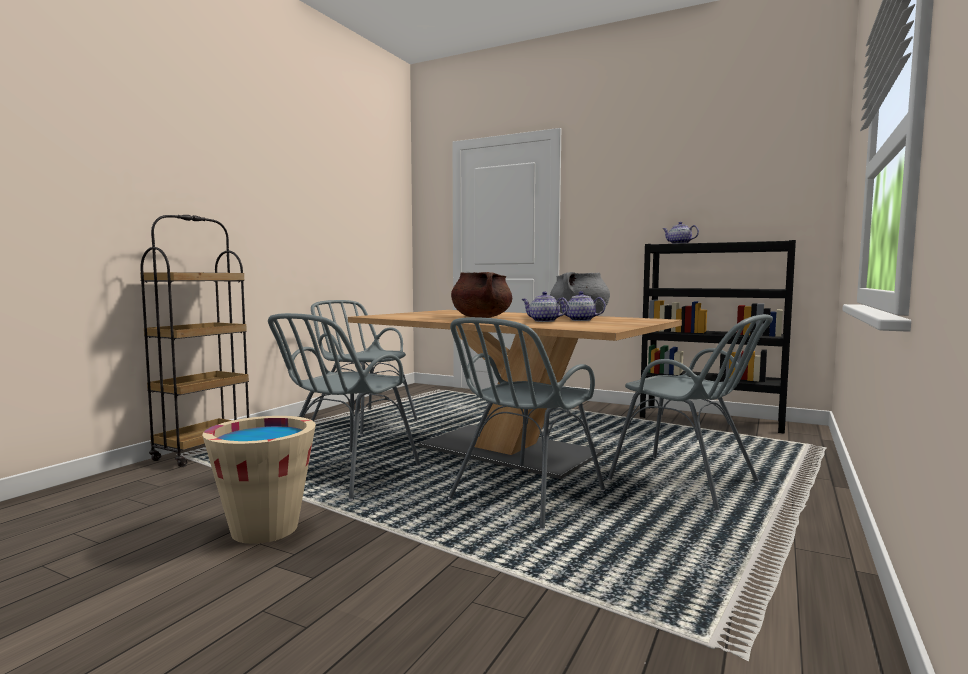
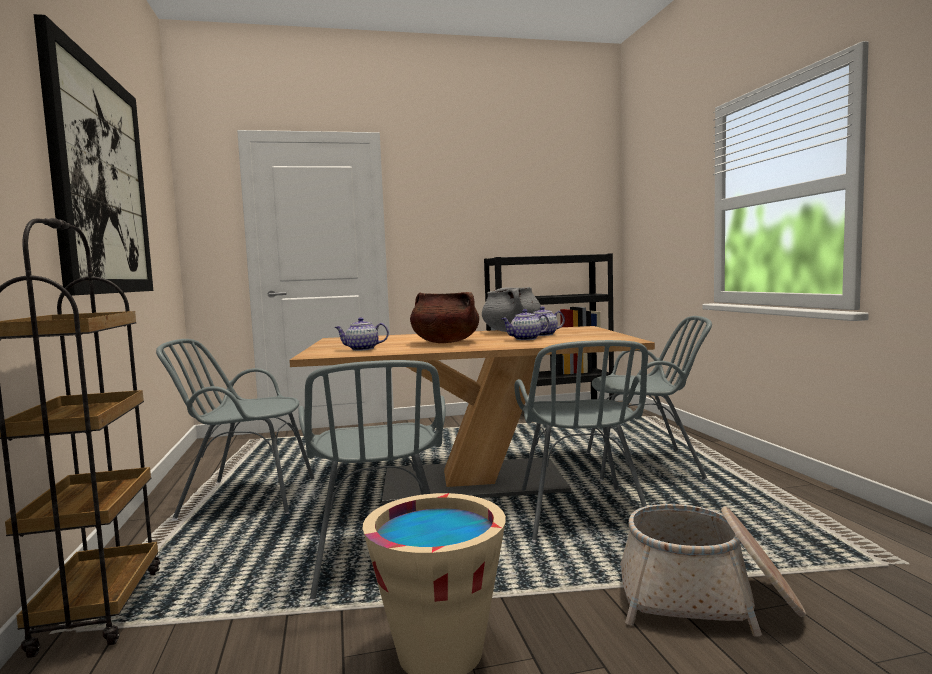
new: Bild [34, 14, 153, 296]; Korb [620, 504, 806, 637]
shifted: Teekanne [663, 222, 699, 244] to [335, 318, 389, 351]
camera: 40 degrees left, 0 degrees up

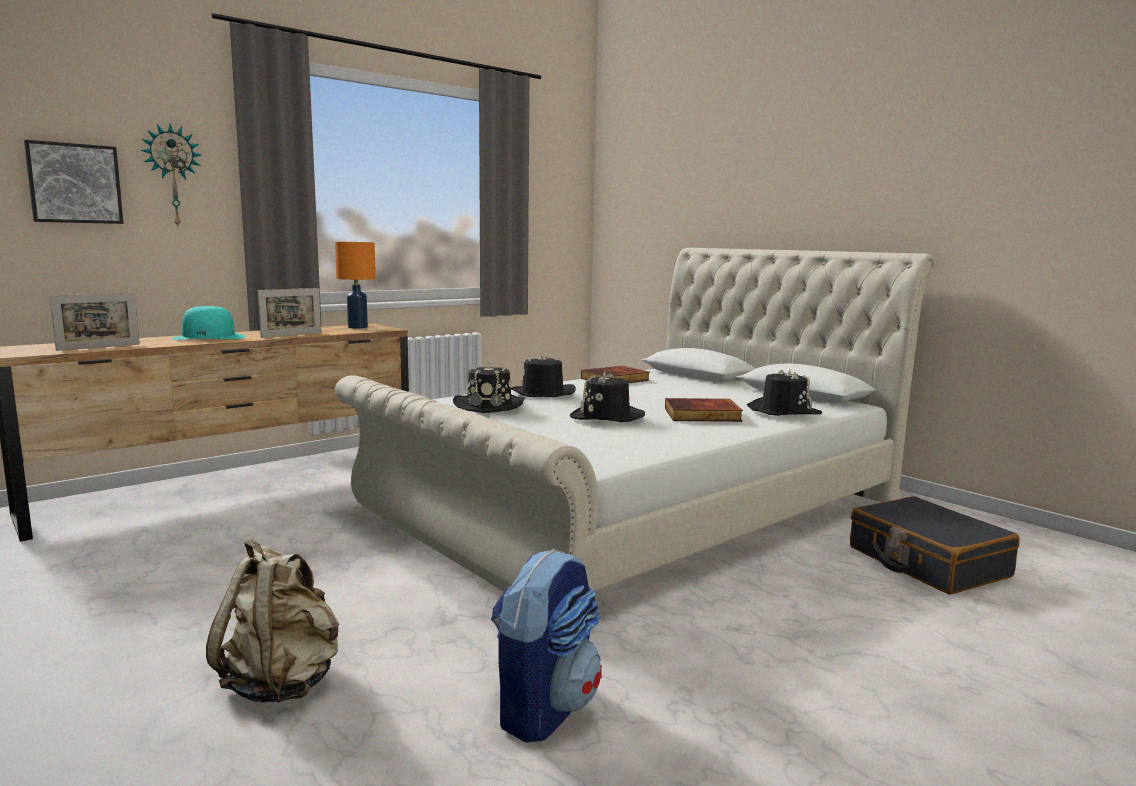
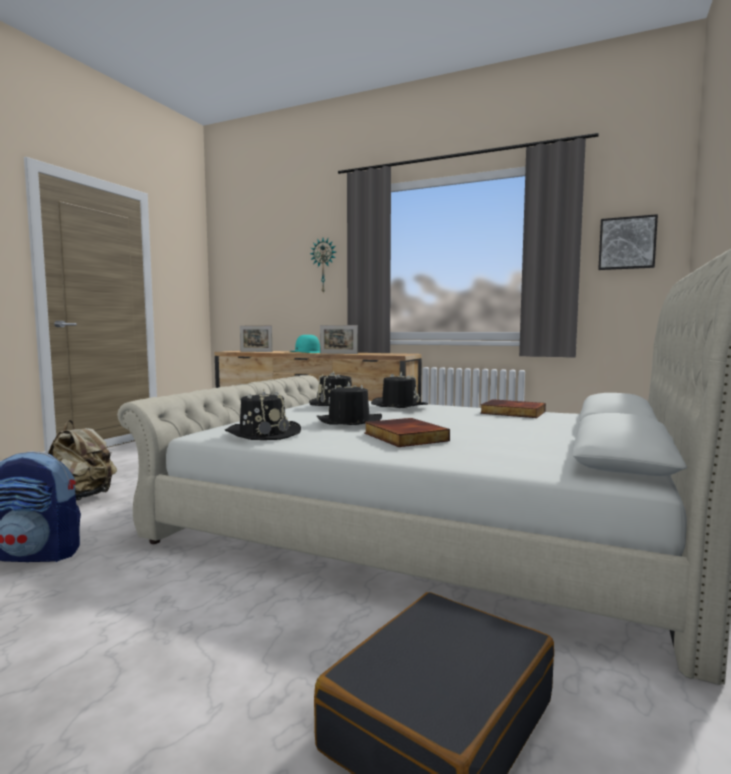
gone: Tischlampe (orange) [335, 242, 376, 329]
shifted: Bild [24, 140, 124, 224] to [598, 214, 658, 270]; Hut (schwarz) [747, 369, 822, 416] to [225, 389, 301, 440]
camera: 65 degrees right, 5 degrees down

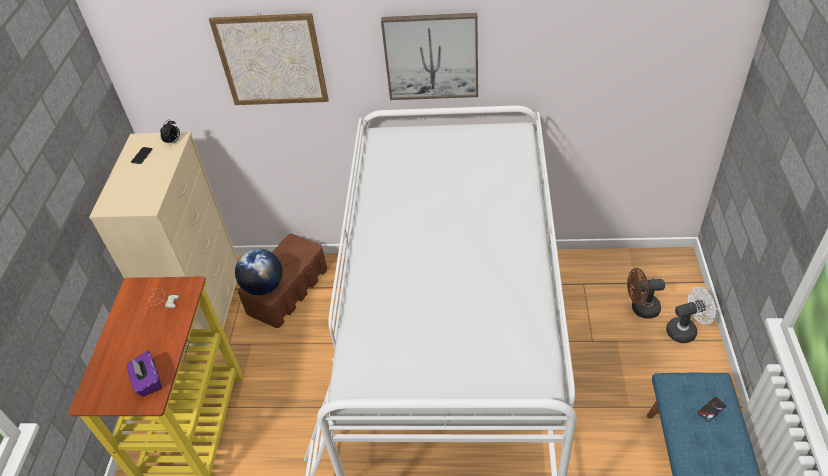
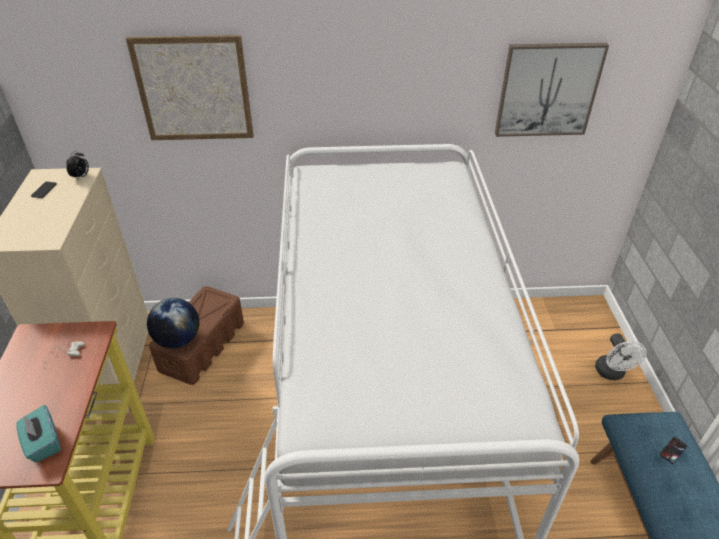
gone: Ventilator (braun) [627, 268, 665, 319]
shifted: Bild [381, 13, 478, 100] to [495, 43, 609, 137]
repainted: Taschentuchbox (lila) [127, 351, 162, 397] to Taschentuchbox (türkis) [17, 405, 61, 462]
rotated: Ventilator (weiß) [666, 287, 716, 343] = [595, 333, 647, 380] 105 degrees clockwise
camera: 10 degrees left, 5 degrees down

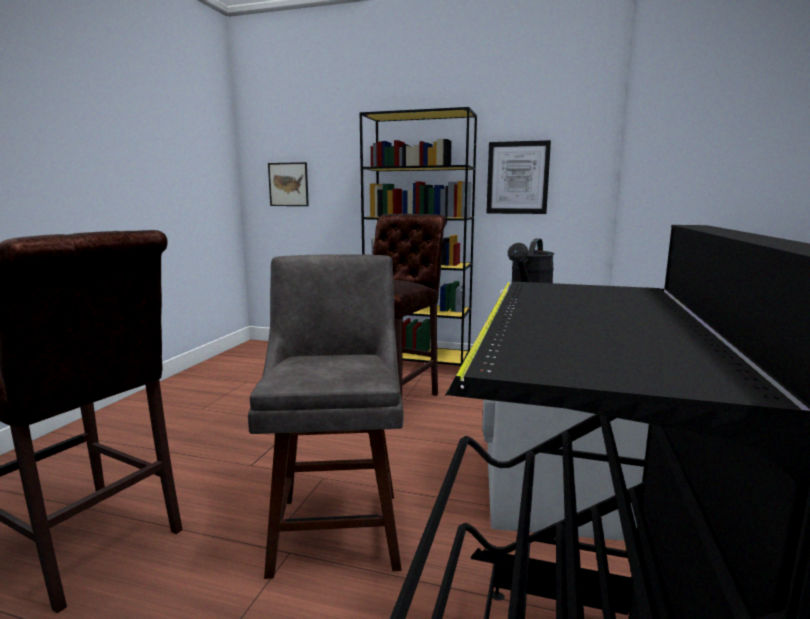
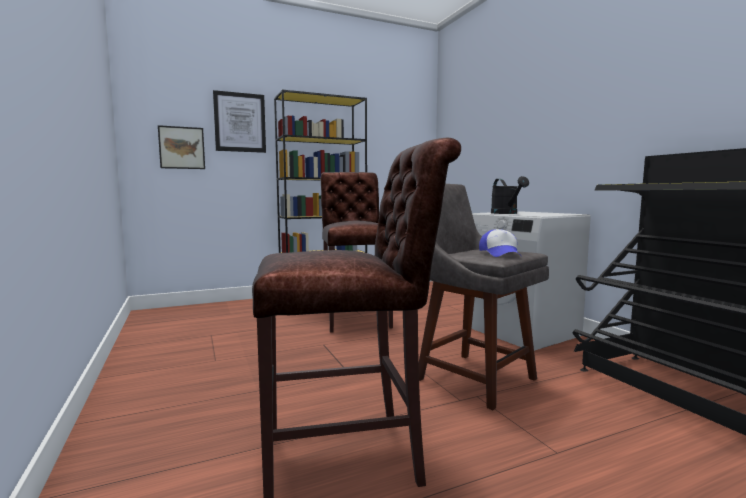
new: Kappe [479, 229, 521, 257]
shifted: Bild [486, 140, 551, 214] to [213, 90, 266, 153]
camera: 40 degrees left, 5 degrees down

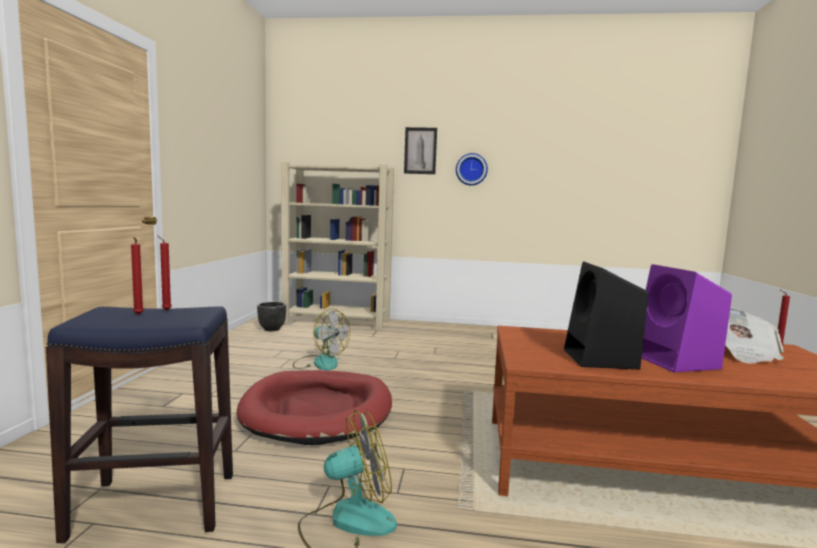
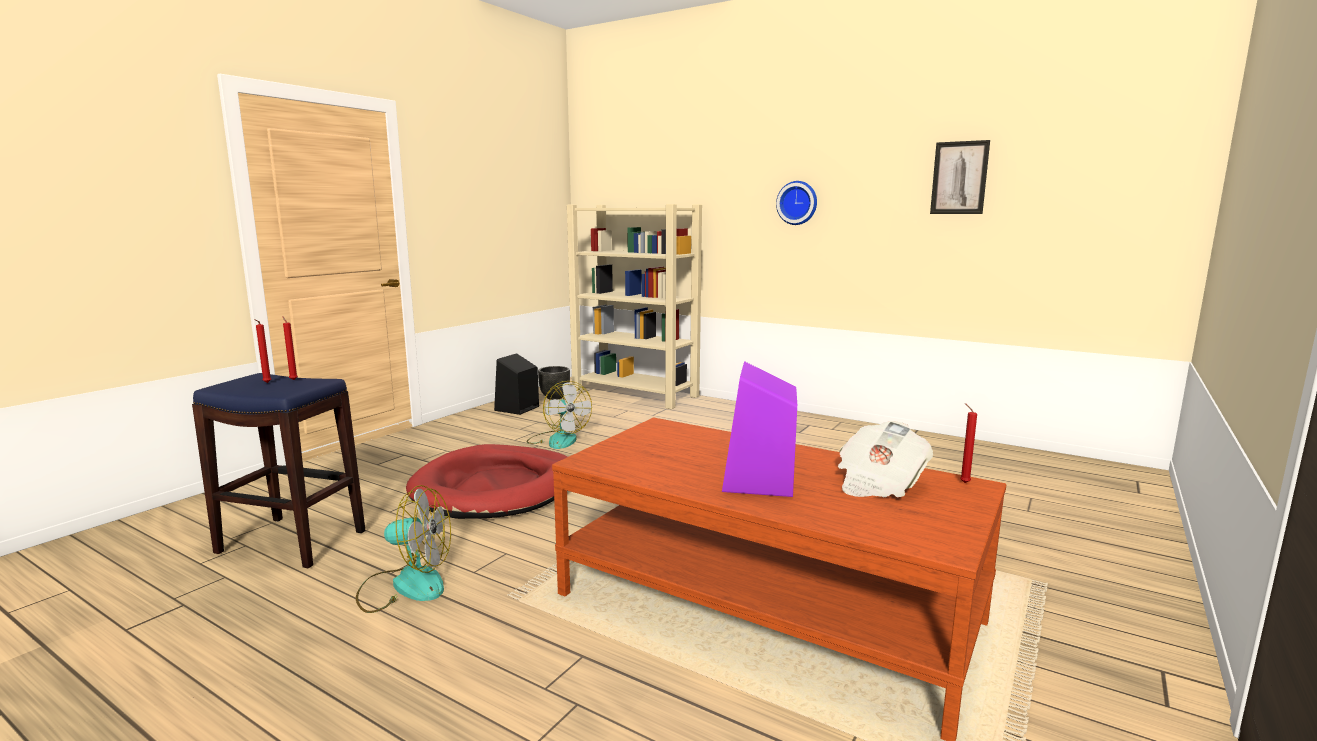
shifted: Bild [404, 127, 437, 174] to [930, 140, 990, 214]; Lautsprecher (schwarz) [564, 261, 649, 369] to [494, 353, 539, 415]
camera: 25 degrees right, 5 degrees up

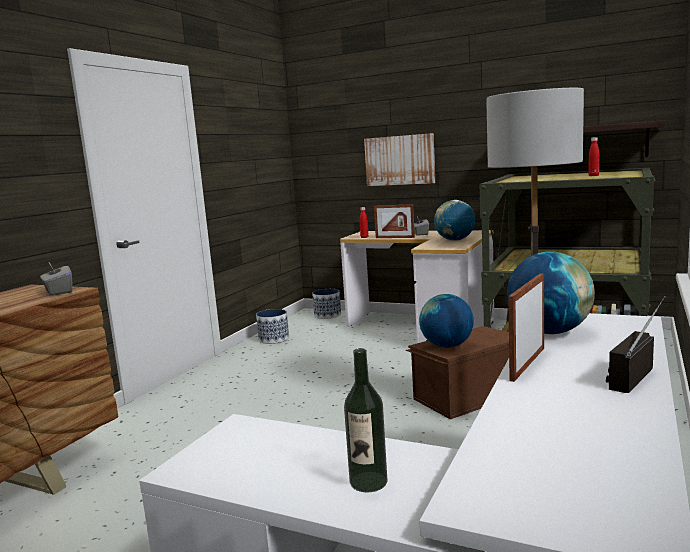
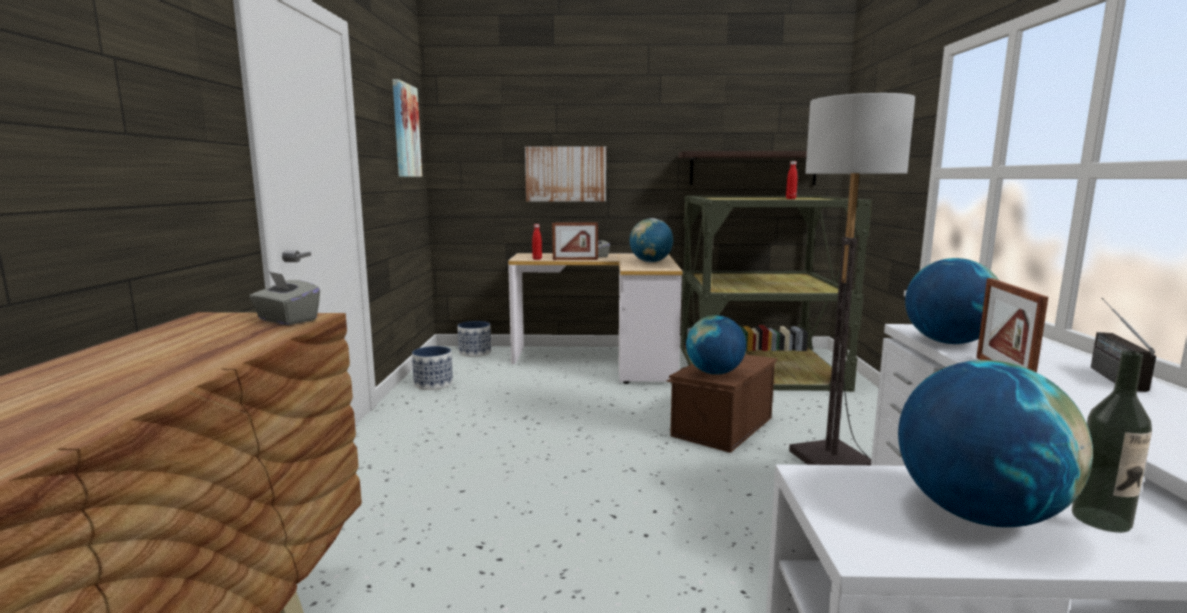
new: Bild [393, 79, 422, 177]; Globus [898, 360, 1093, 527]
camera: 25 degrees left, 0 degrees up

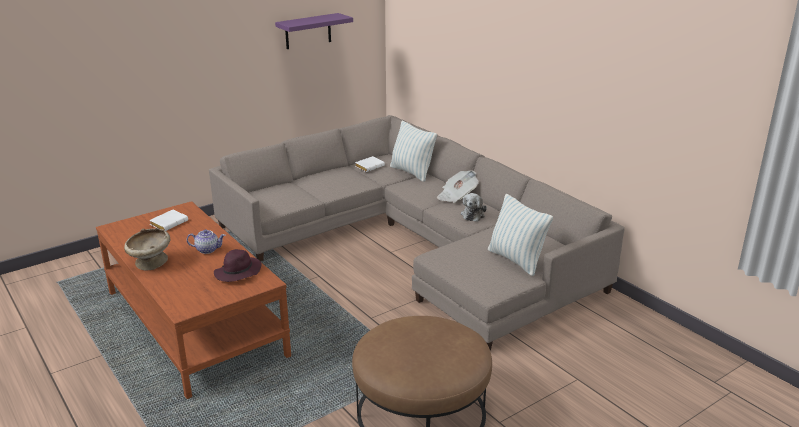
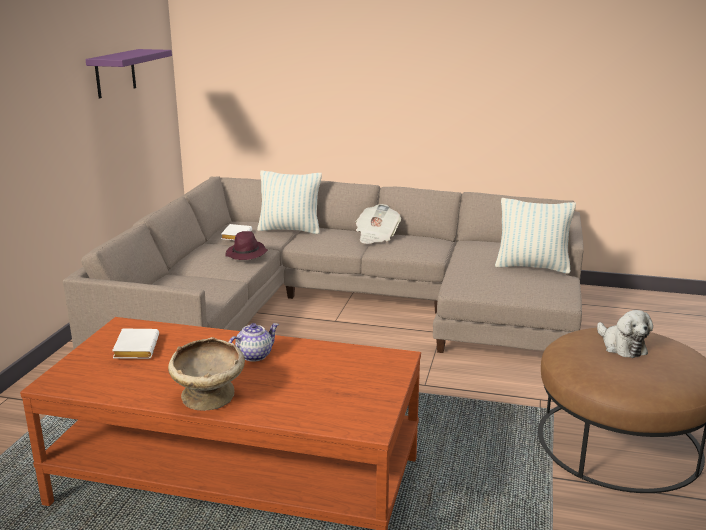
shifted: Plüschtier [461, 193, 487, 222] to [597, 310, 653, 358]; Hut (lila) [214, 249, 262, 282] to [225, 231, 268, 260]
camera: 40 degrees left, 5 degrees down

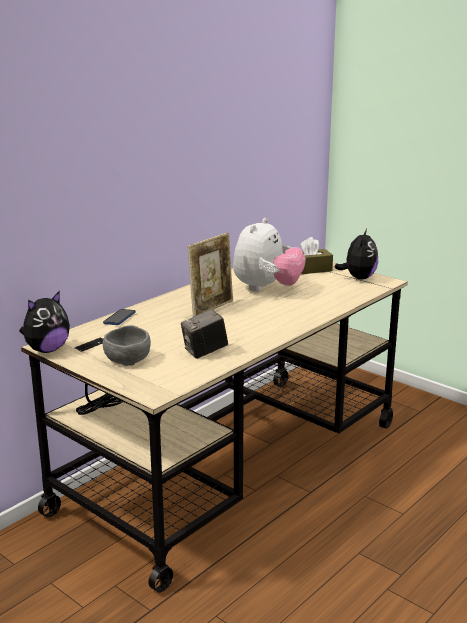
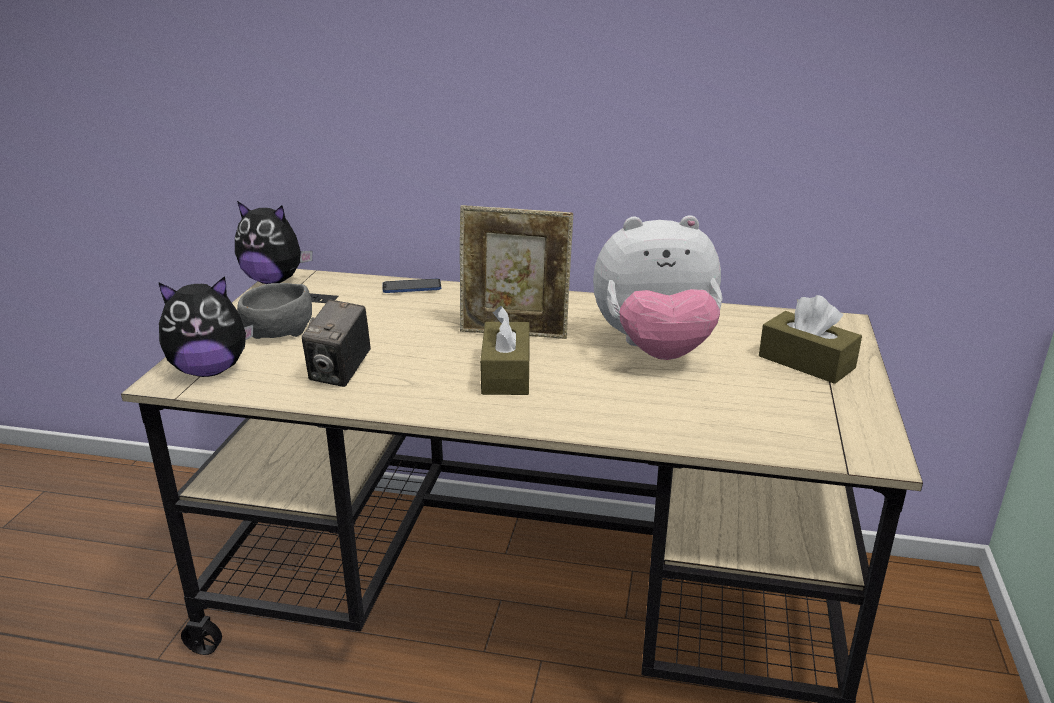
new: Taschentuchbox (braun) [480, 306, 530, 395]
shifted: Plüschtier [334, 229, 378, 280] to [158, 276, 254, 377]
rotated: Kamera [181, 309, 228, 359] = [302, 299, 371, 387] 105 degrees counterclockwise
camera: 60 degrees right, 5 degrees up

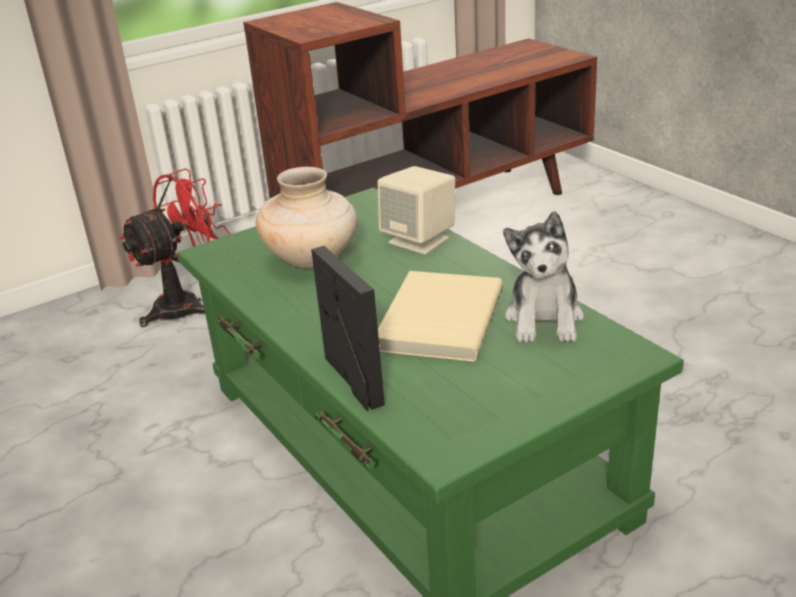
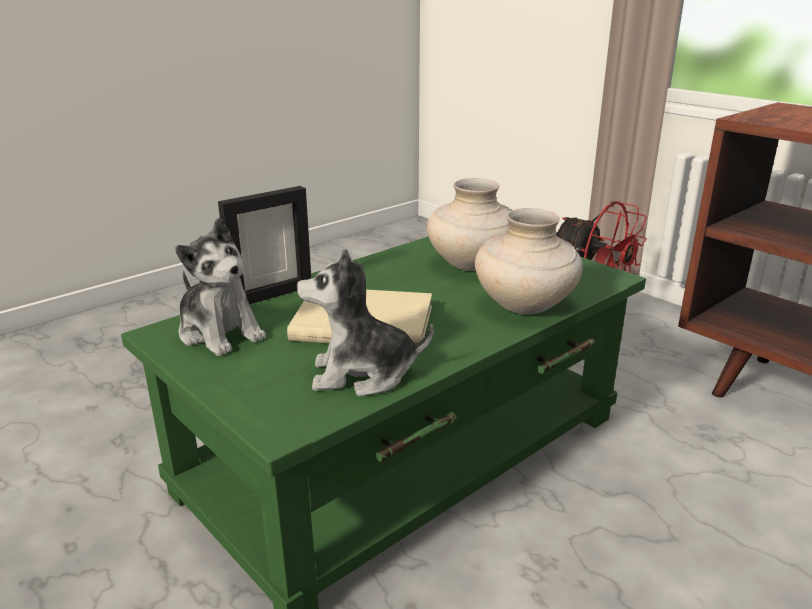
new: Plüschtier [175, 218, 266, 356]
swapped: Lautsprecher (beige) [377, 166, 455, 254] to Vase (beige) [475, 208, 583, 314]
camera: 80 degrees right, 5 degrees down

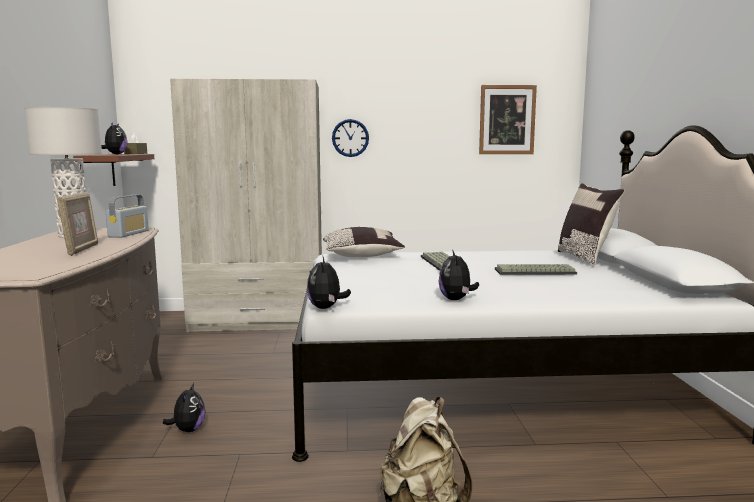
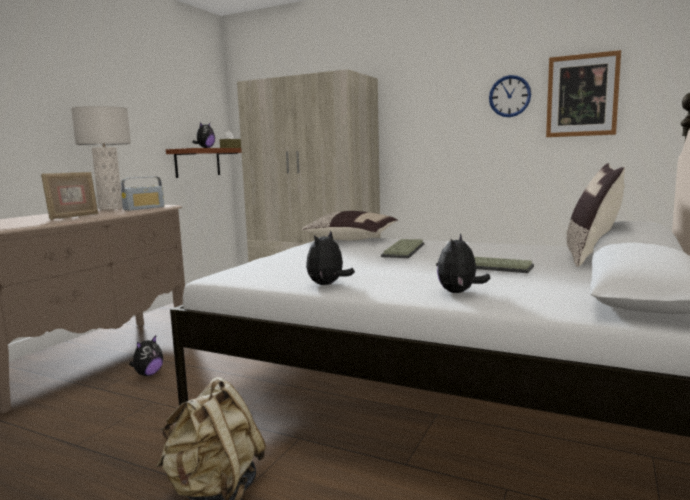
shifted: Wanduhr [332, 119, 369, 157] to [489, 75, 531, 117]; Plüschtier [307, 257, 351, 309] to [437, 233, 491, 293]
camera: 30 degrees right, 0 degrees up

